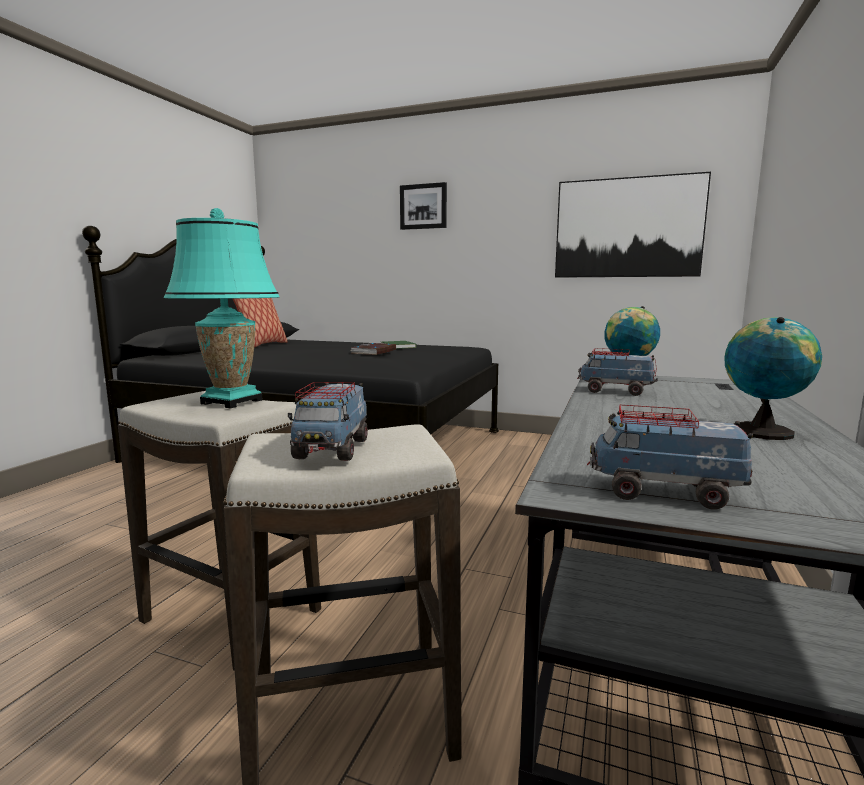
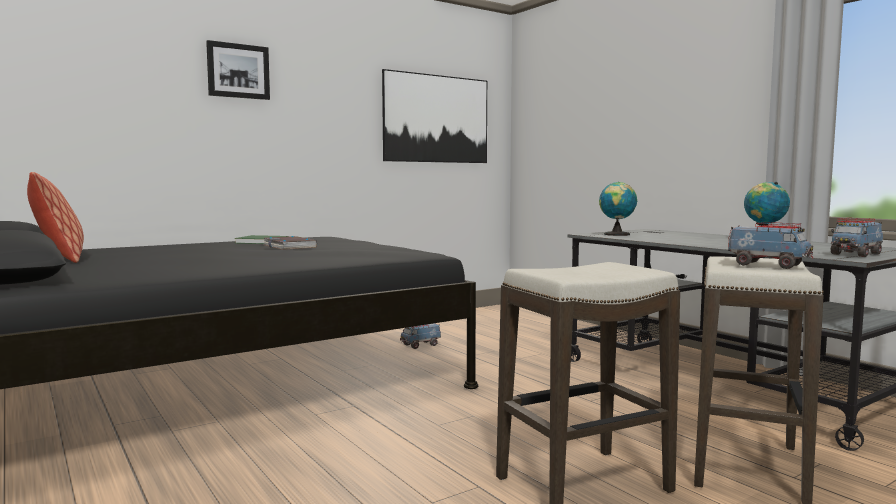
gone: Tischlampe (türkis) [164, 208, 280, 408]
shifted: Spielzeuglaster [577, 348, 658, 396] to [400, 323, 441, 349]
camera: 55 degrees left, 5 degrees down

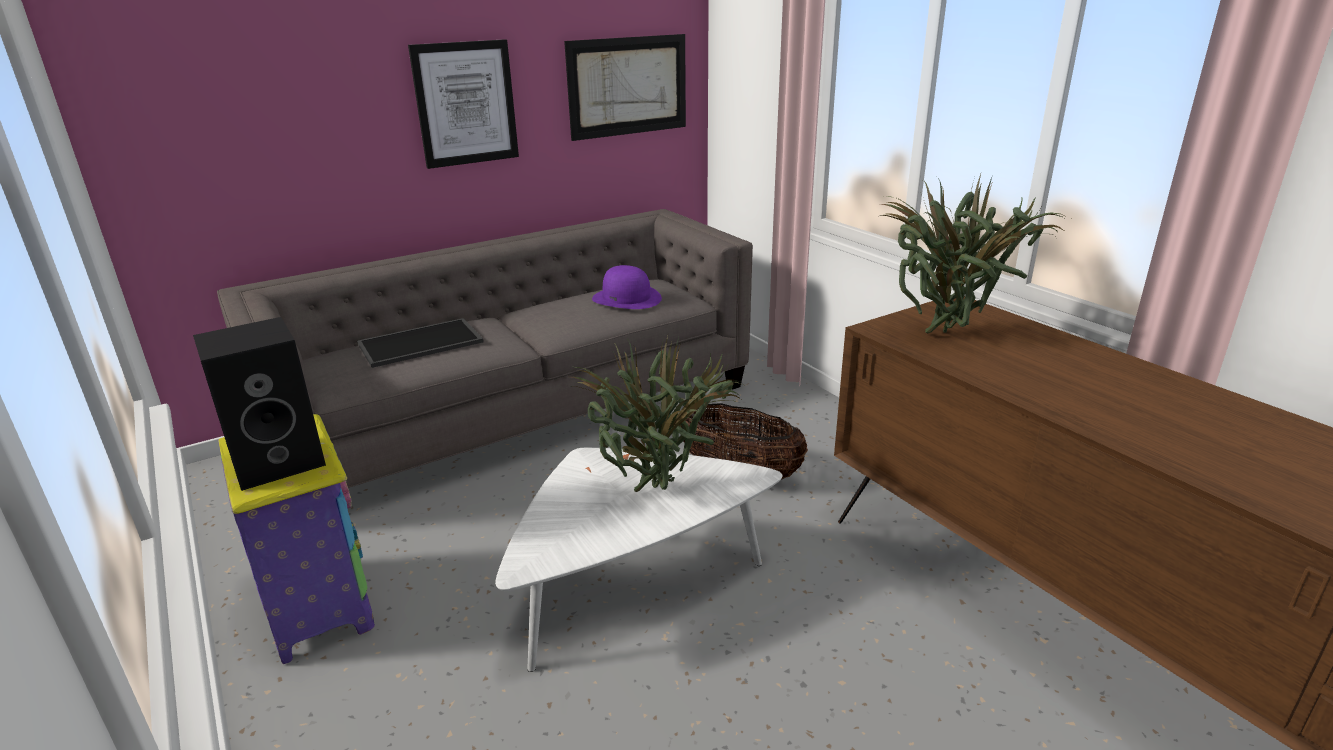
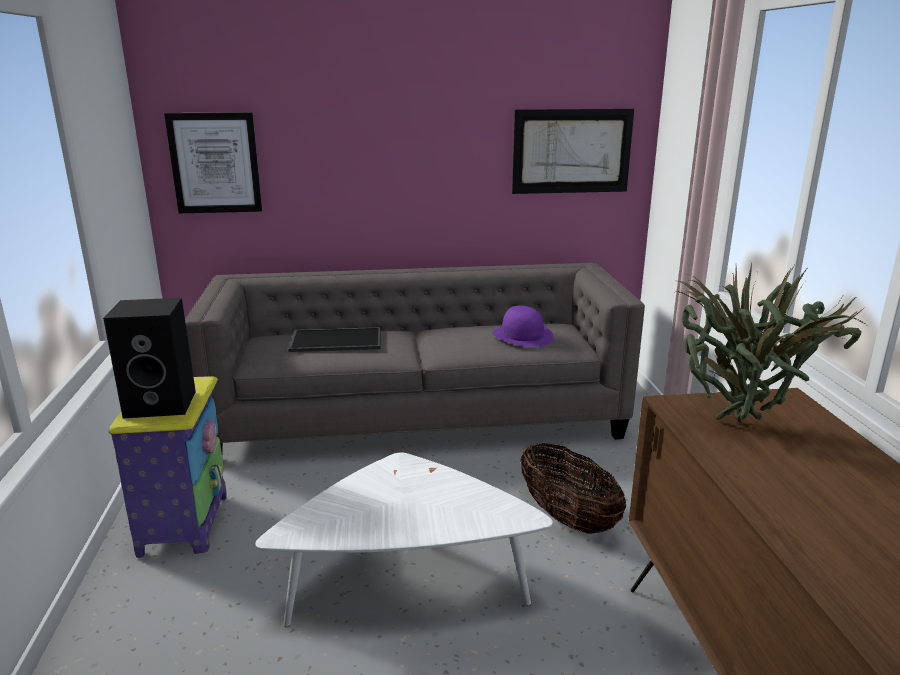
gone: Topfpflanze [571, 336, 746, 492]
shifted: Bild [408, 39, 519, 169] to [164, 112, 262, 213]
camera: 25 degrees right, 5 degrees down

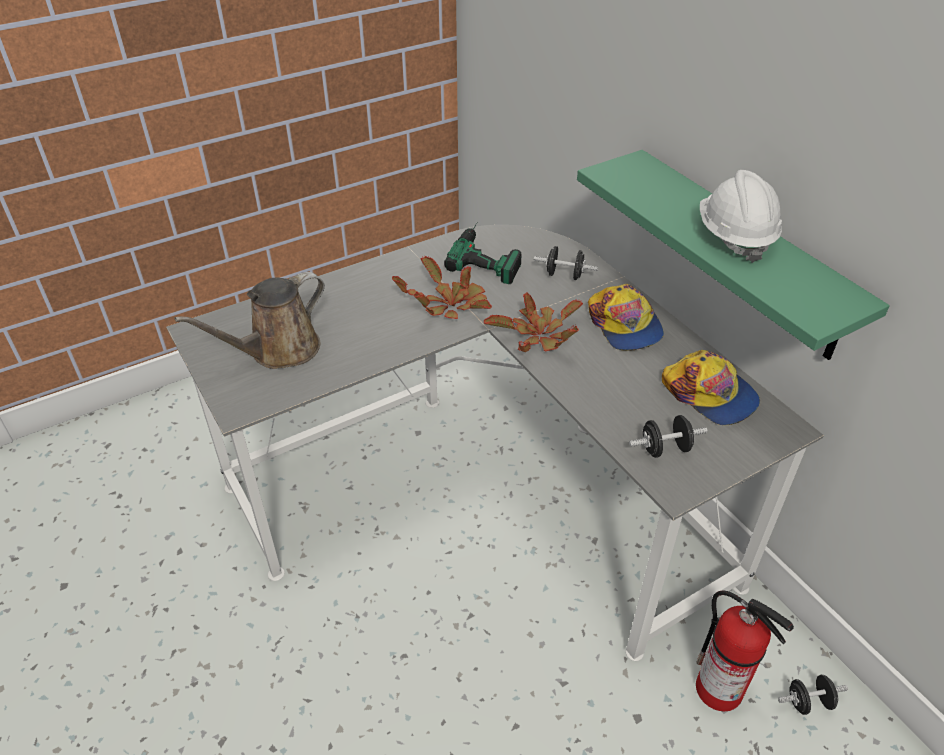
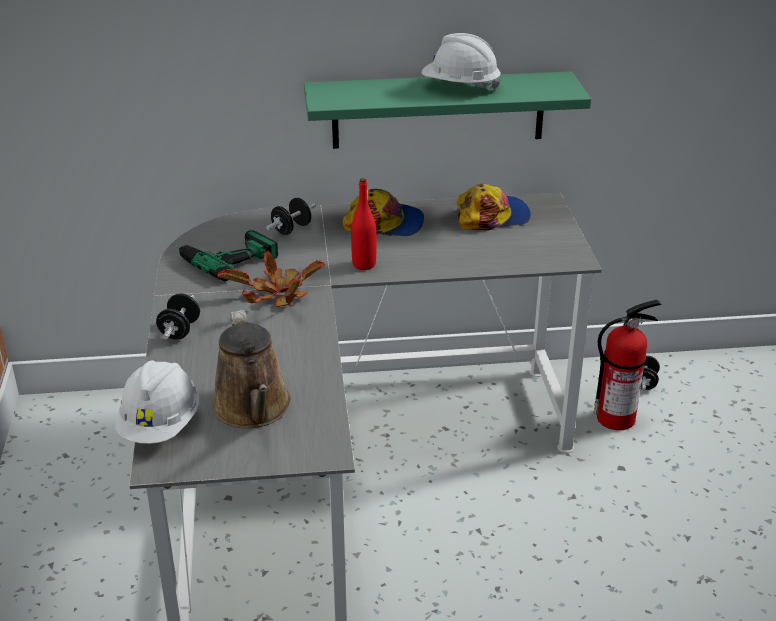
new: Schutzhelm (weiß) [116, 360, 199, 444]
shifted: Hantel (schwarz) [629, 415, 708, 458] to [156, 294, 200, 340]
swapped: Topfpflanze [484, 292, 583, 352] to Flasche (rot) [351, 178, 376, 270]
camera: 65 degrees left, 10 degrees down

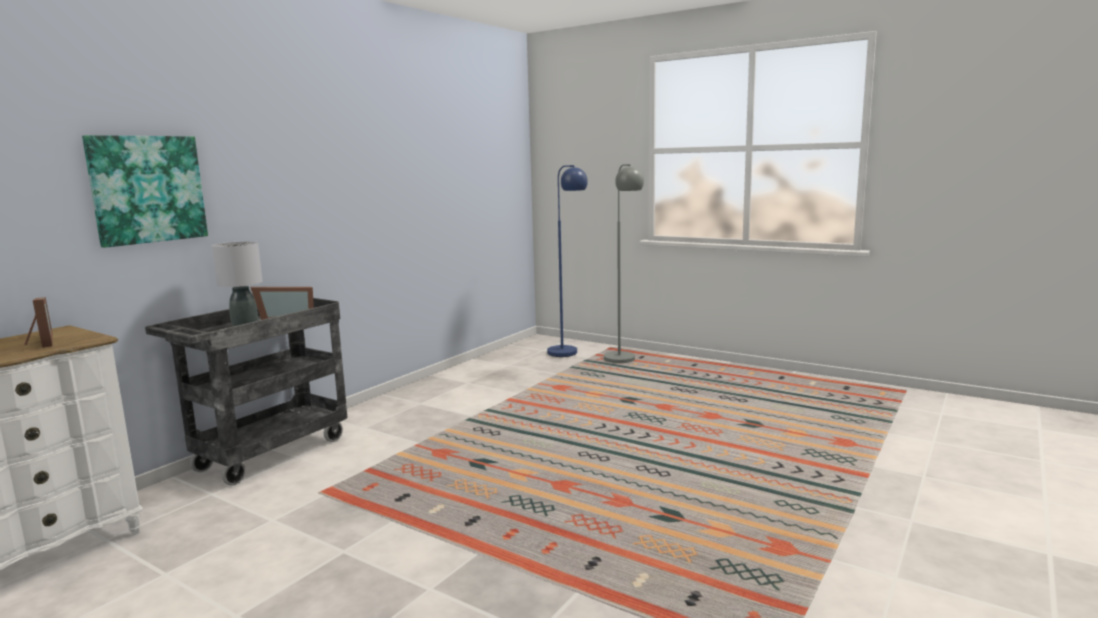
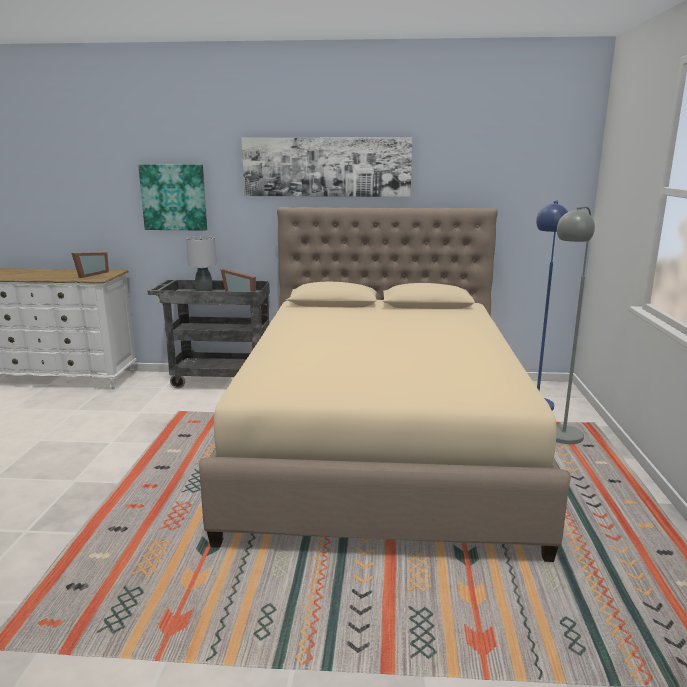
new: Bild [242, 137, 412, 197]; Bett (beige) [199, 207, 571, 562]
camera: 60 degrees right, 5 degrees up

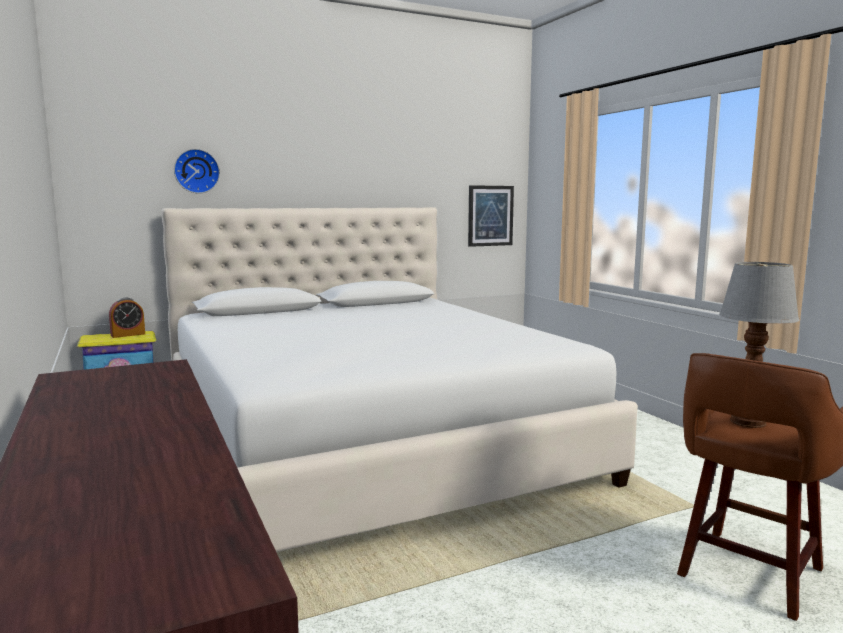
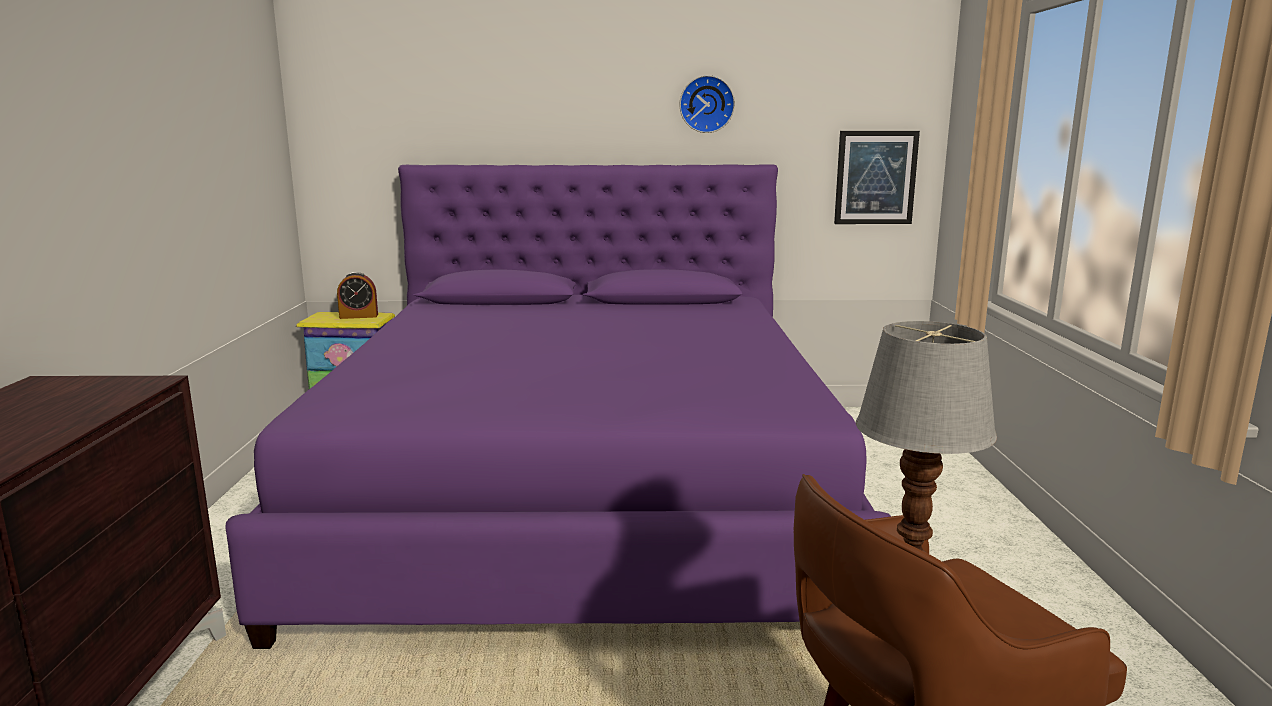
shifted: Wanduhr [174, 149, 220, 194] to [679, 75, 735, 133]
repainted: Bett (weiß) [161, 207, 638, 552] to Bett (lila) [225, 164, 891, 649]
camera: 25 degrees right, 5 degrees up

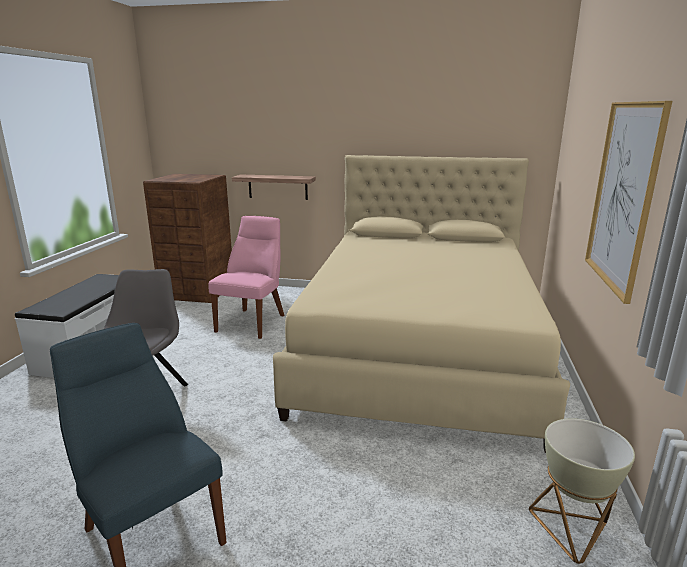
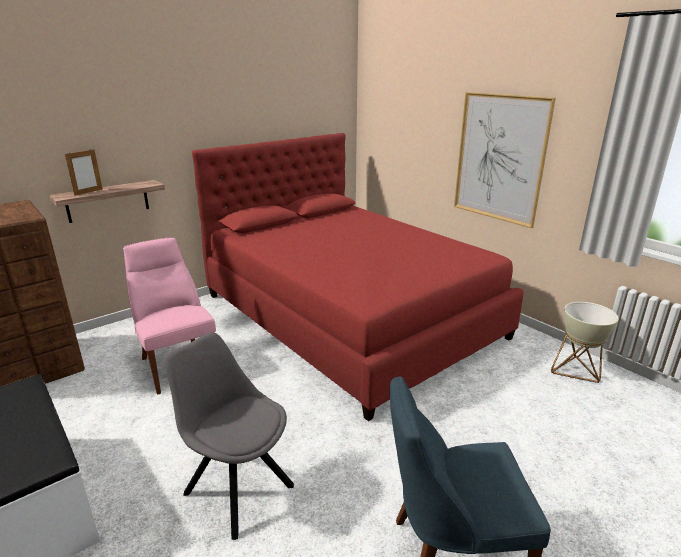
new: Bilderrahmen [65, 150, 102, 196]
repainted: Bett (beige) [273, 155, 570, 453] to Bett (rot) [192, 133, 524, 421]
camera: 50 degrees left, 5 degrees up

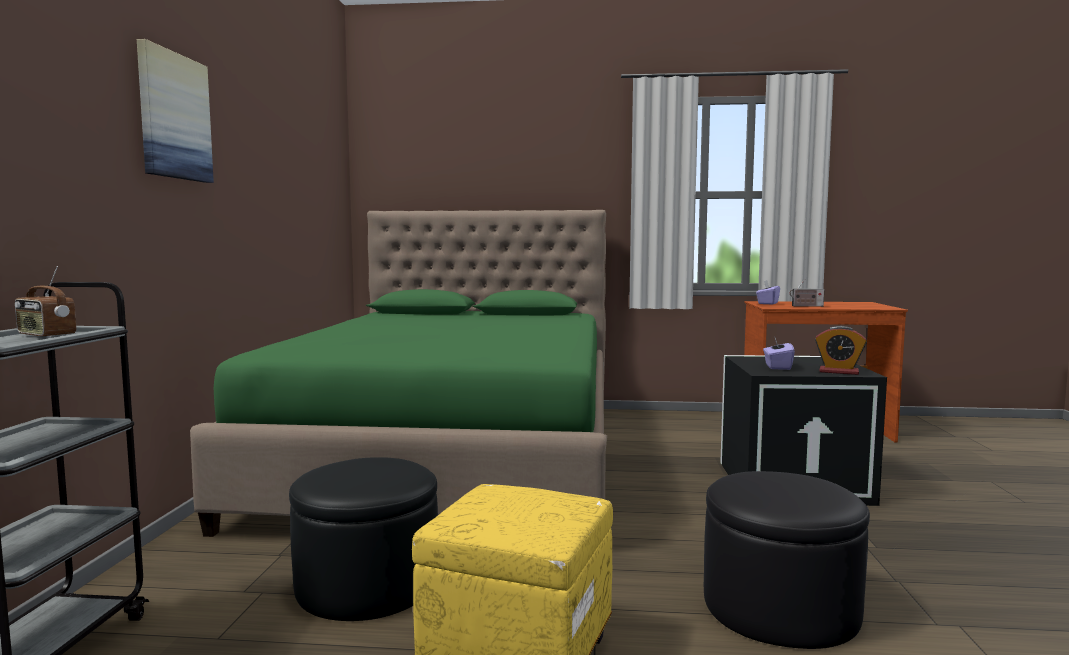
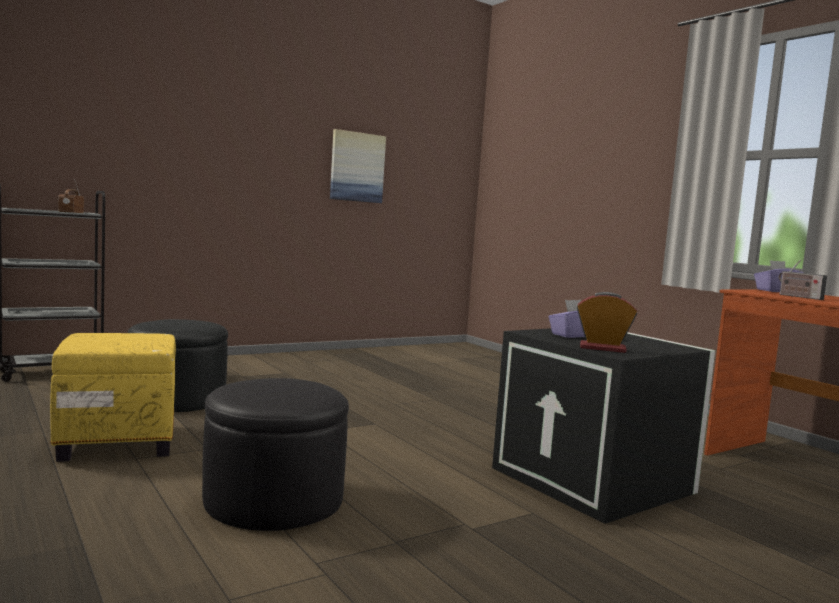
gone: Bett (grün) [190, 210, 607, 537]
shifted: Bild [137, 39, 214, 183] to [330, 129, 386, 203]
rotated: Wecker [815, 326, 867, 375] = [577, 292, 637, 353] 120 degrees clockwise
camera: 50 degrees right, 0 degrees up

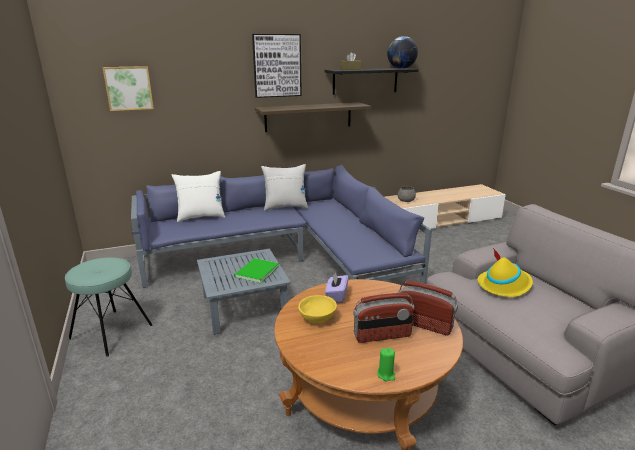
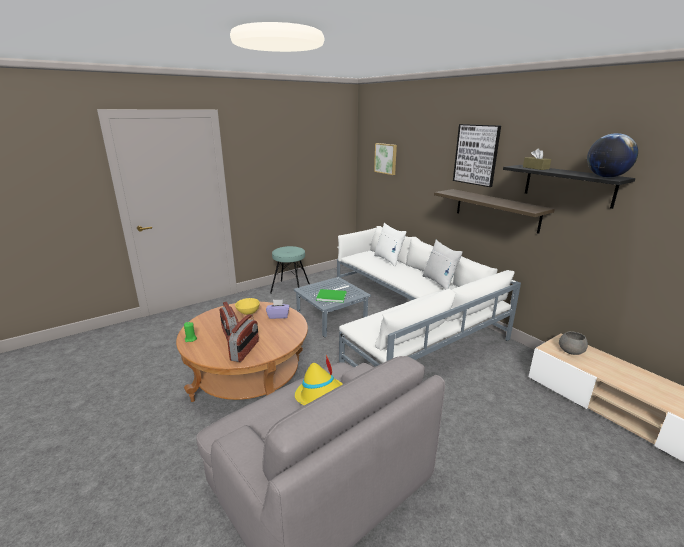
repainted: Sofa (blau) [131, 165, 432, 335] to Sofa (weiß) [293, 226, 521, 367]
camera: 75 degrees right, 0 degrees up

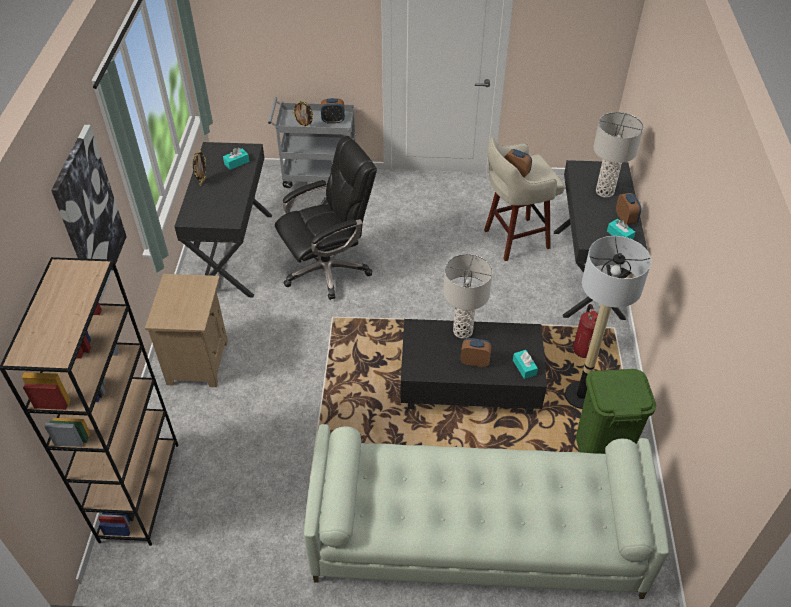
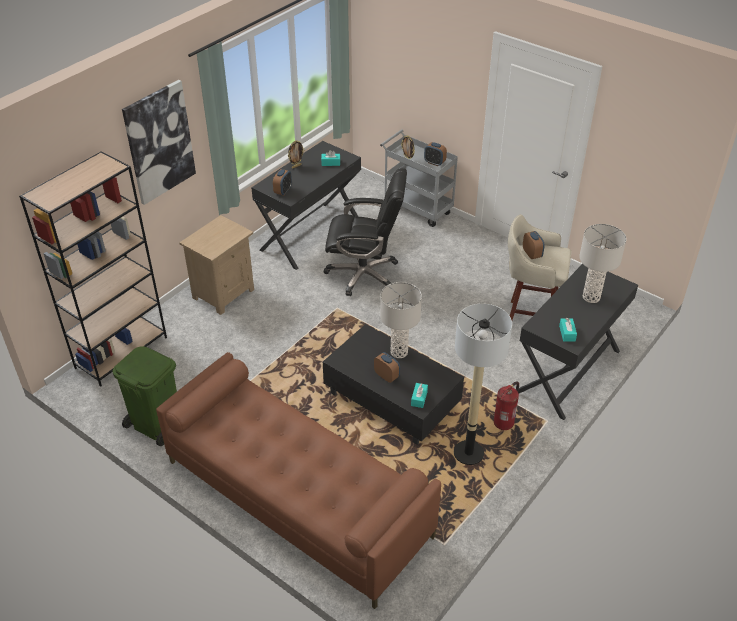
shifted: Wecker [616, 193, 641, 225] to [273, 169, 292, 195]; Mülleimer (grün) [576, 369, 656, 454] to [112, 346, 177, 446]
repainted: Sofa (weiß) [304, 424, 669, 599] to Sofa (braun) [156, 352, 441, 609]
camera: 35 degrees right, 5 degrees down

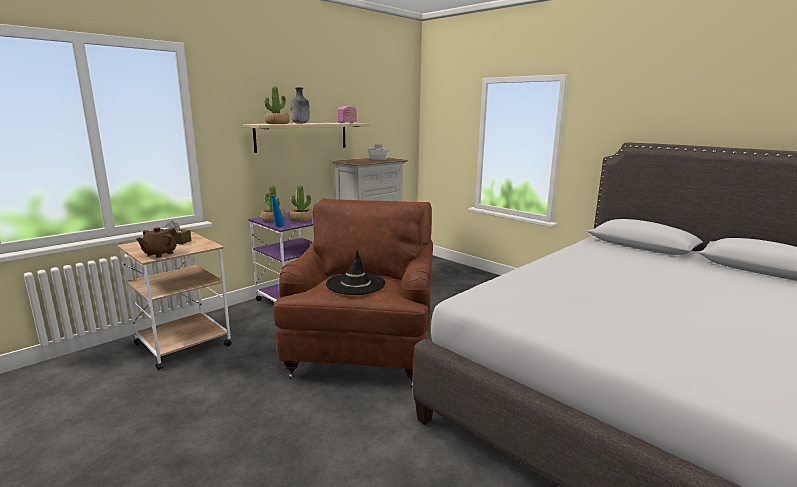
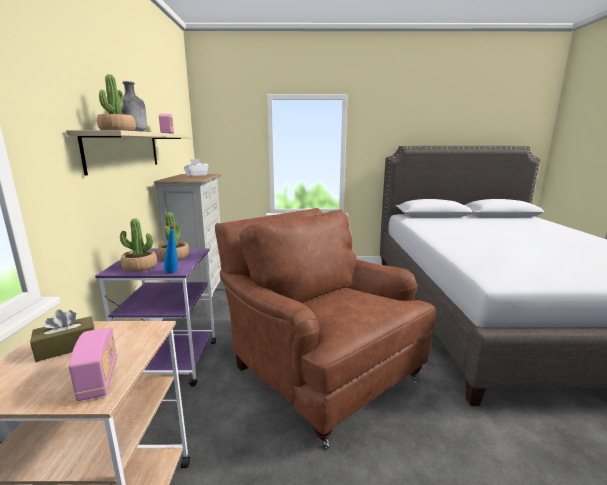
gone: Hut (schwarz) [326, 250, 385, 295]
swapped: Teekanne (braun) [136, 227, 178, 258] to Radio [69, 328, 117, 401]
camera: 45 degrees left, 0 degrees up

